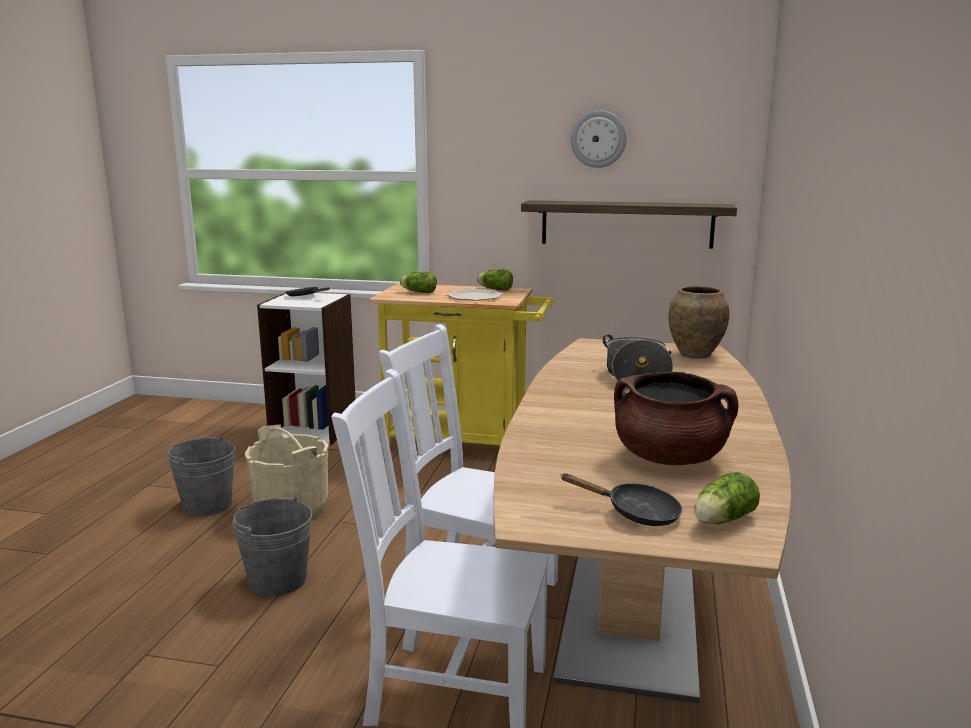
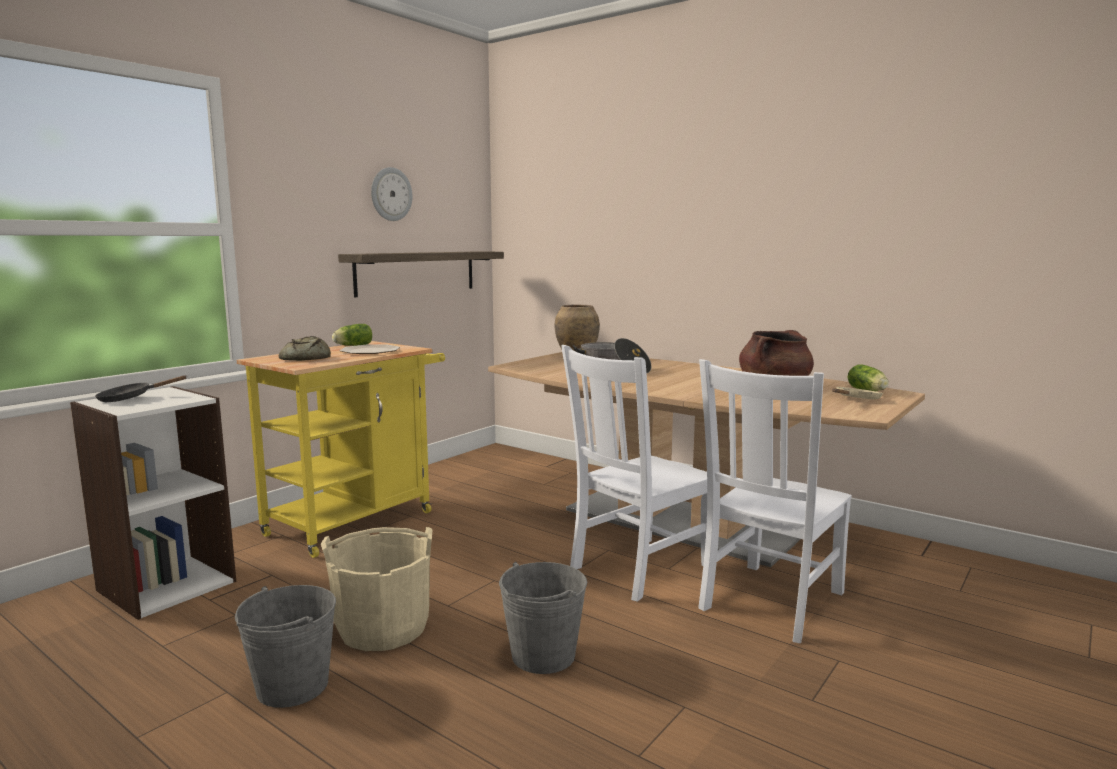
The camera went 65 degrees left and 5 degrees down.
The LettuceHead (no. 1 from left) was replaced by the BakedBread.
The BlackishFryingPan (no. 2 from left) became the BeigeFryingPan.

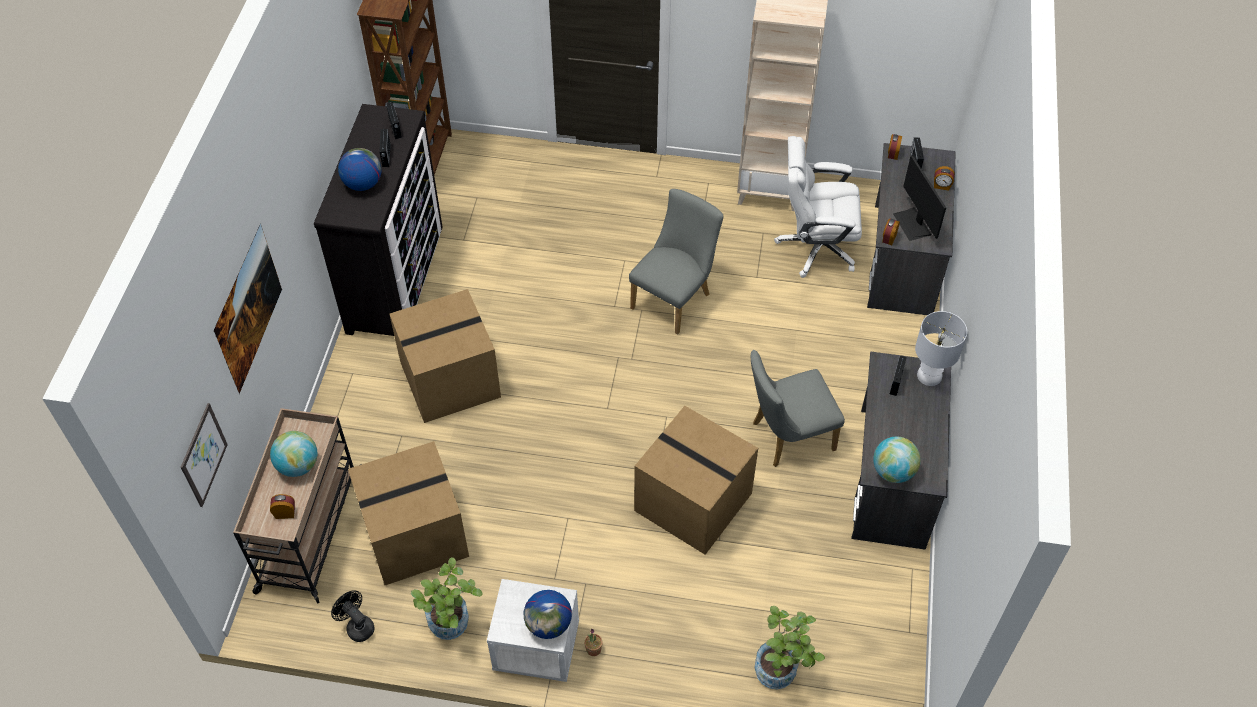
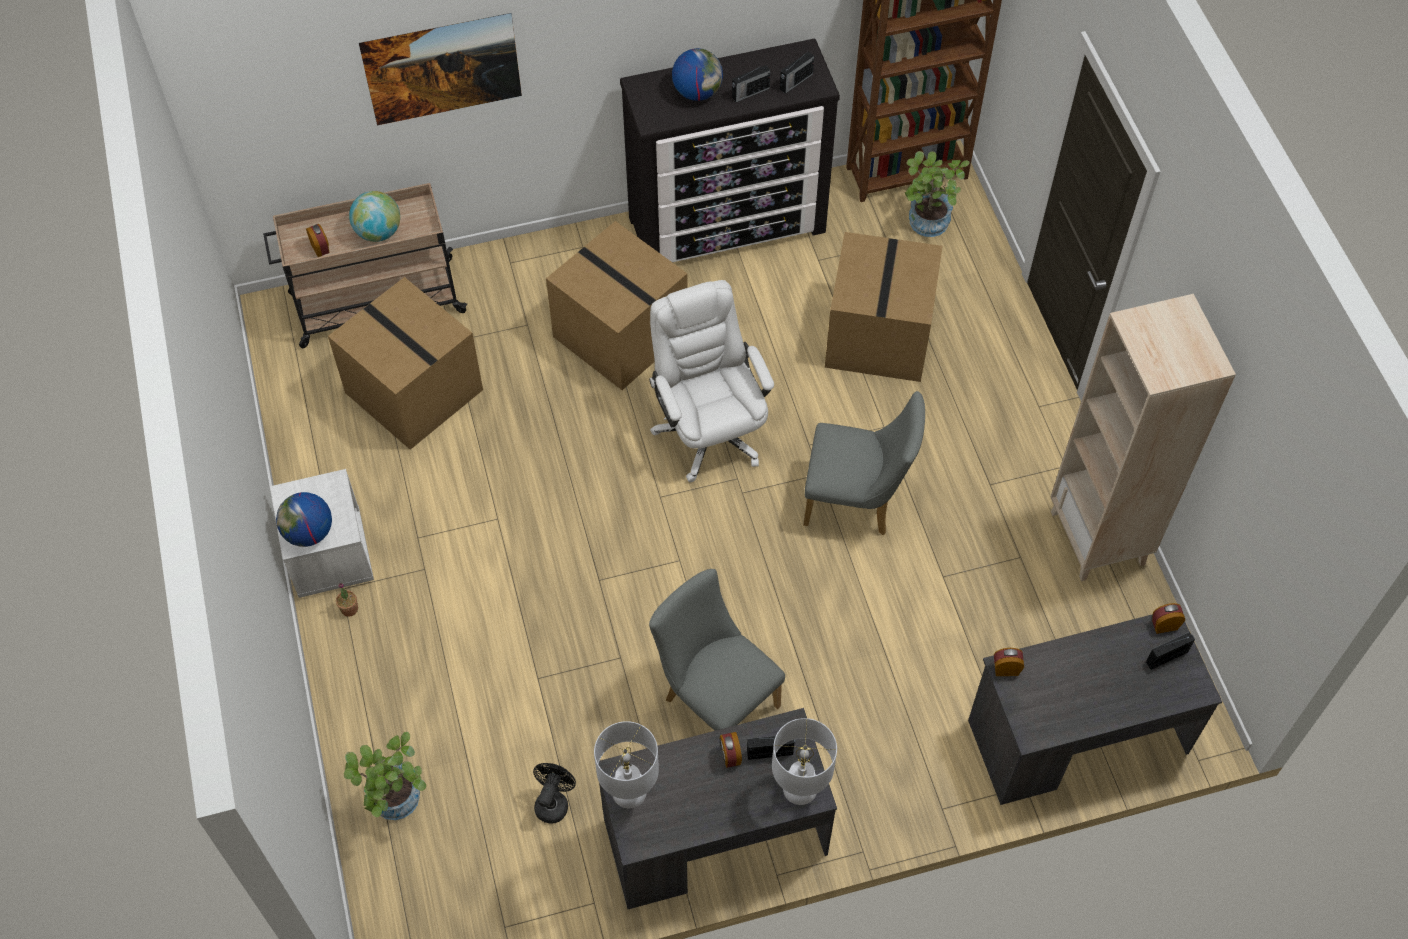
The camera went 65 degrees right and 5 degrees up.
The Picture (no. 1 from left) disappeared.
The ComputerDisplay disappeared.
The BlackishFan moved.
The PlantInAPot (no. 1 from left in the first image) moved.
The CardboardBox (no. 3 from left) moved.
The WhitishDeskChair moved.
The BedsideClock (no. 4 from left in the first image) moved.
The WorldGlobe (no. 4 from left) was replaced by the WhitishTableLamp (no. 1 from left).

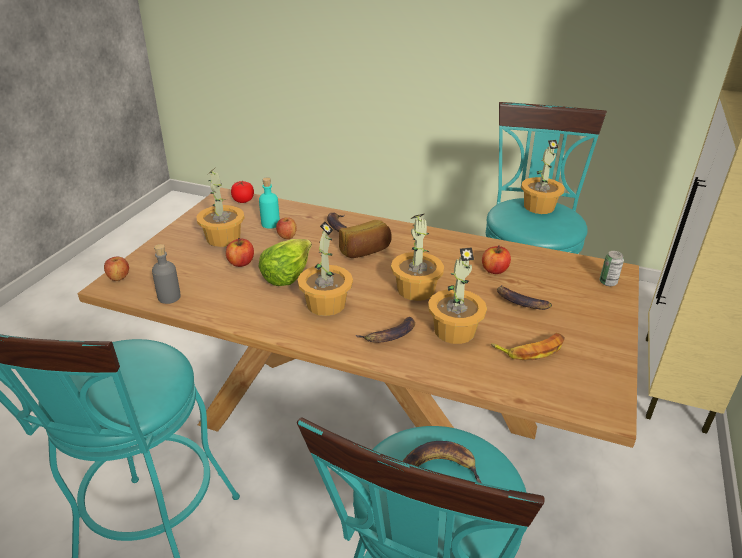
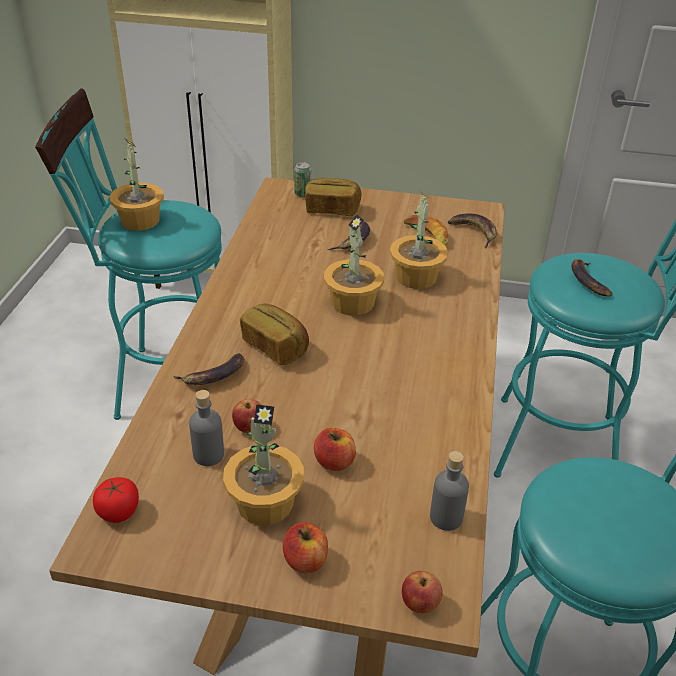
The camera went 100 degrees left and 5 degrees up.
The LettuceHead disappeared.
The PlantInAPot (no. 2 from left) disappeared.
The BakedBread (no. 2 from left) appeared.
The BananaFruit (no. 2 from left in the first image) moved.
The AppleFruit (no. 4 from left in the first image) moved.
The BlueGreenBeverageBottle became the GreyBeverageBottle (no. 1 from left).

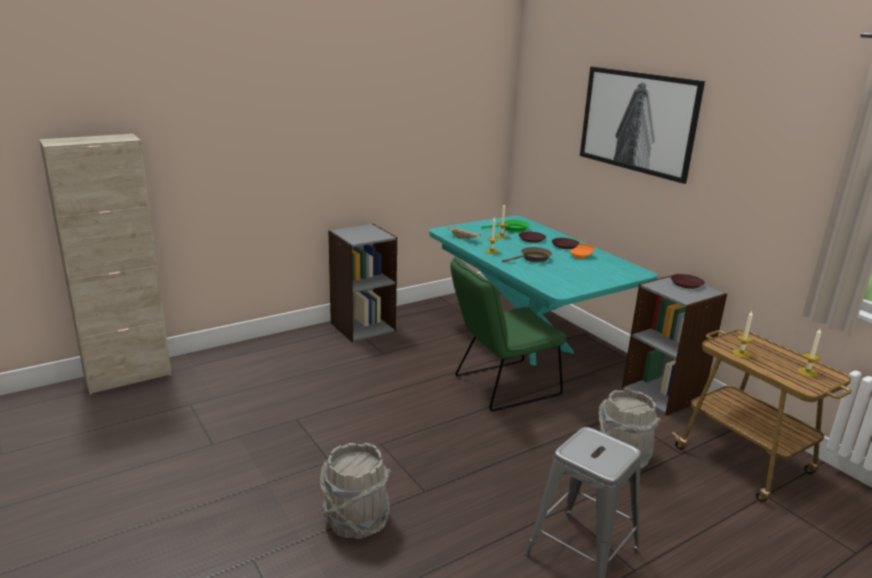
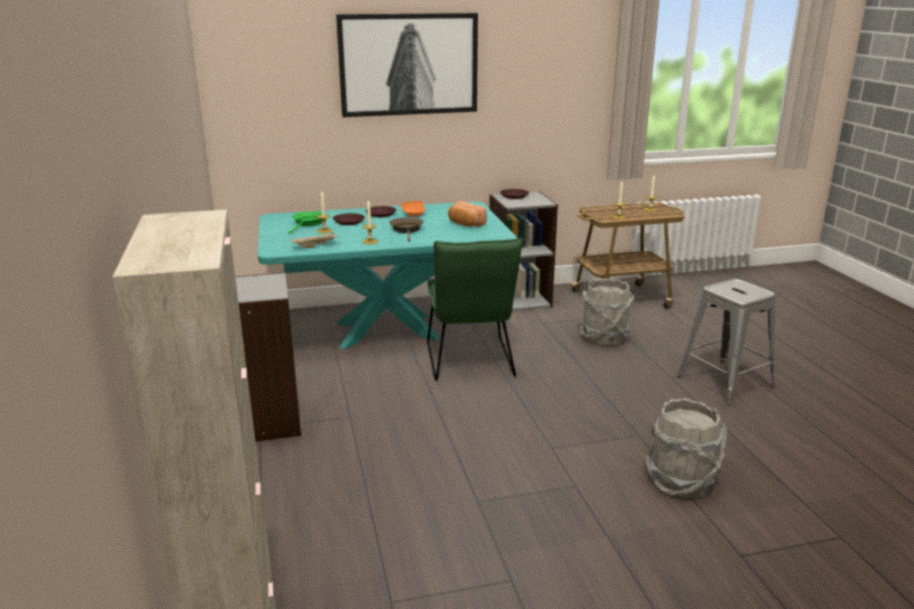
The camera went 70 degrees left and 0 degrees up.
The BakedBread appeared.

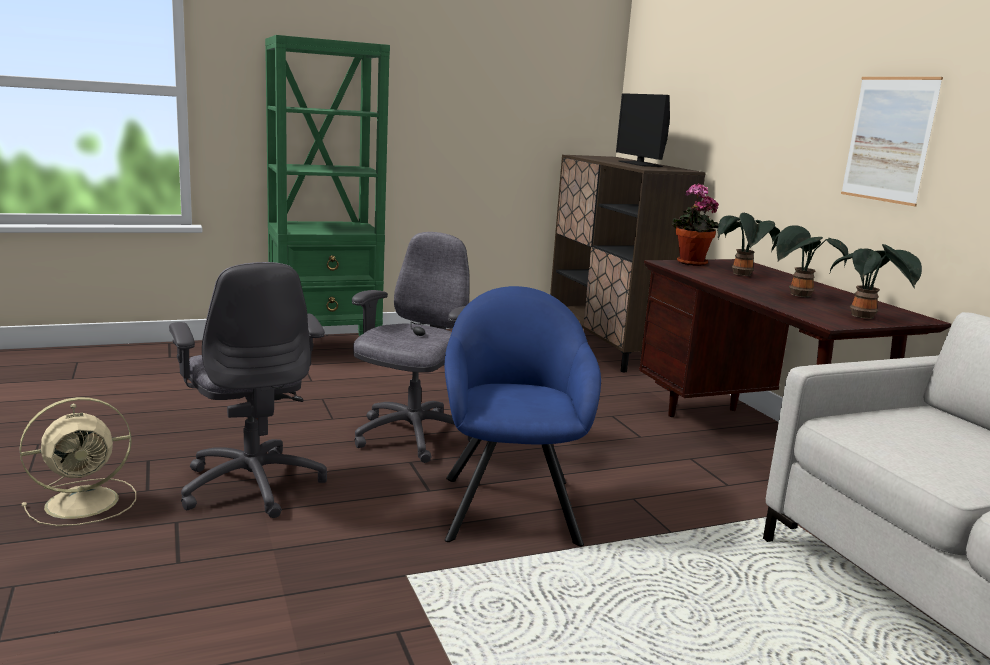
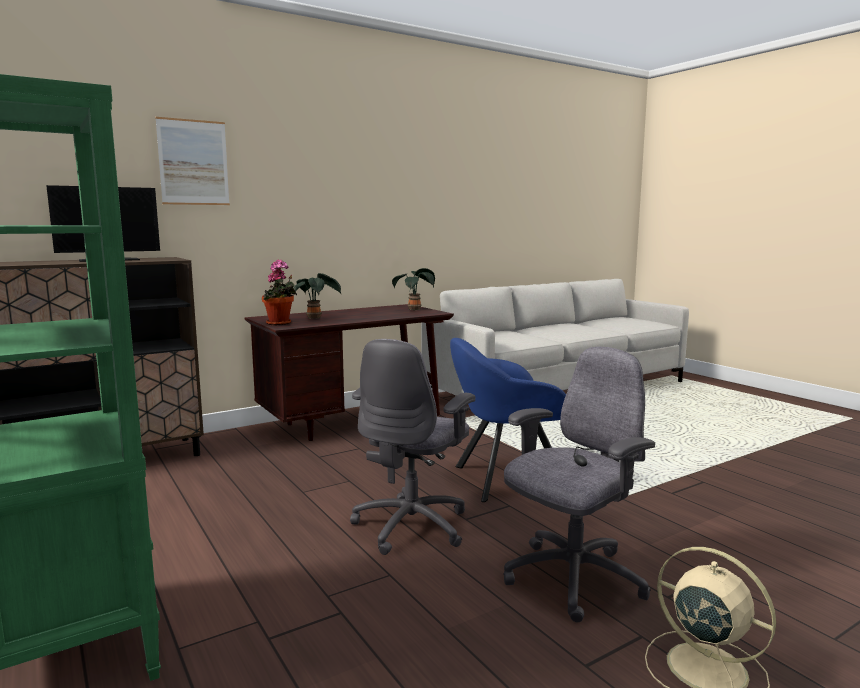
The camera went 100 degrees left and 5 degrees down.
The PlantInAPot (no. 3 from left) disappeared.
The Picture moved.
The GreyDeskChair (no. 2 from left in the first image) turned 75 degrees counterclockwise.

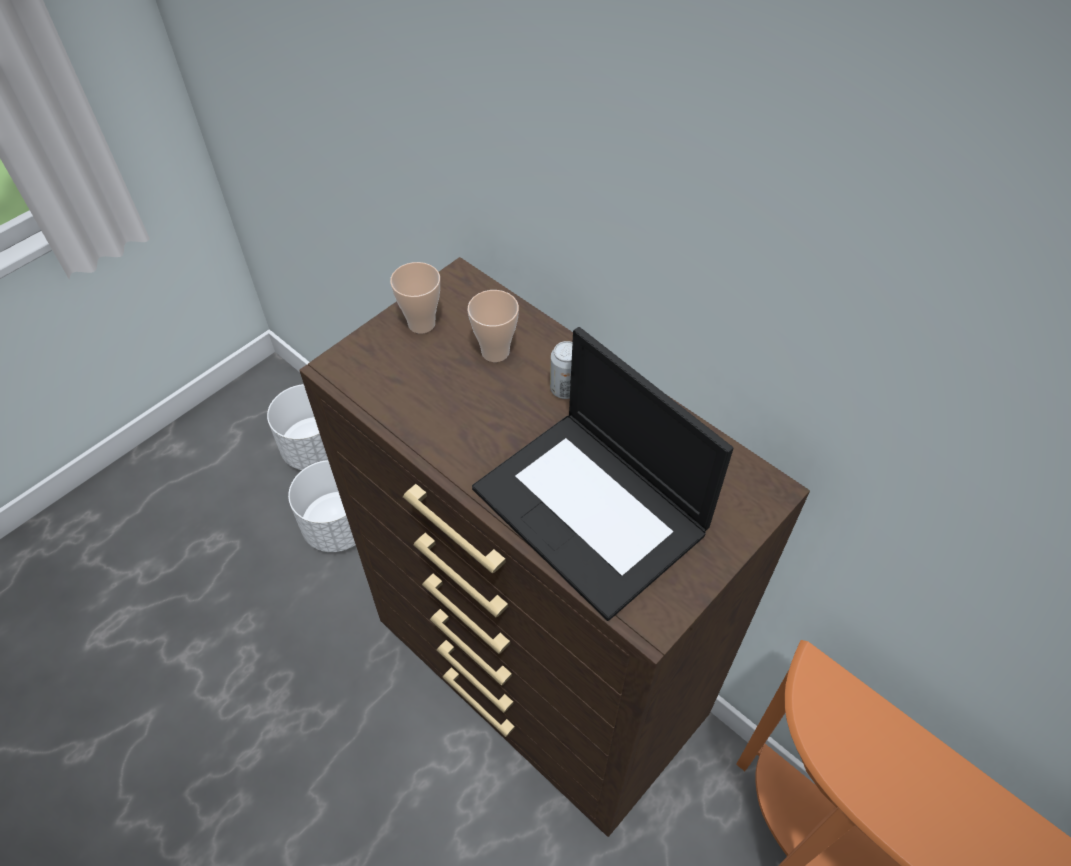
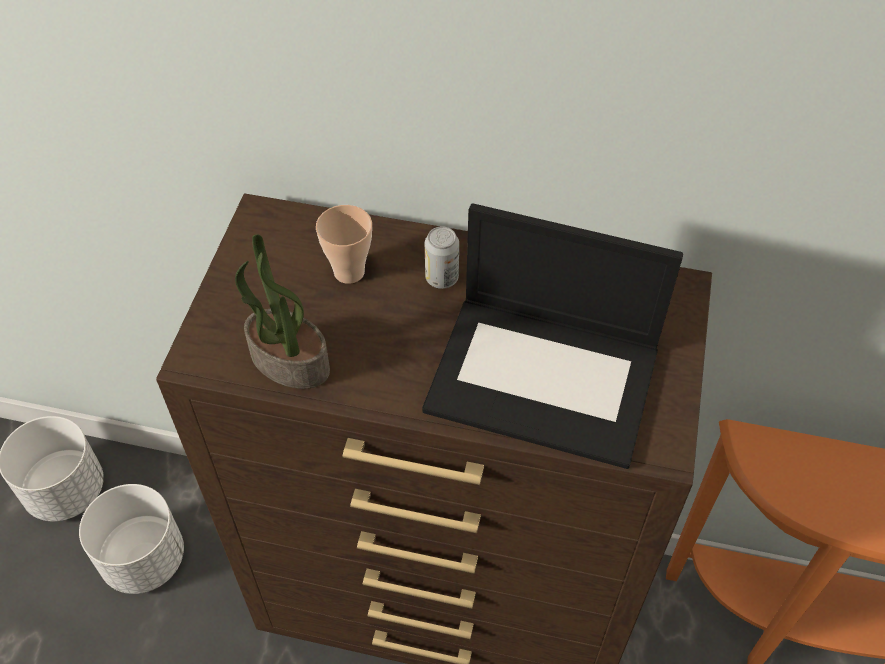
The camera went 30 degrees left and 0 degrees up.
The SmallCup (no. 1 from left) disappeared.
The PlantInAPot appeared.

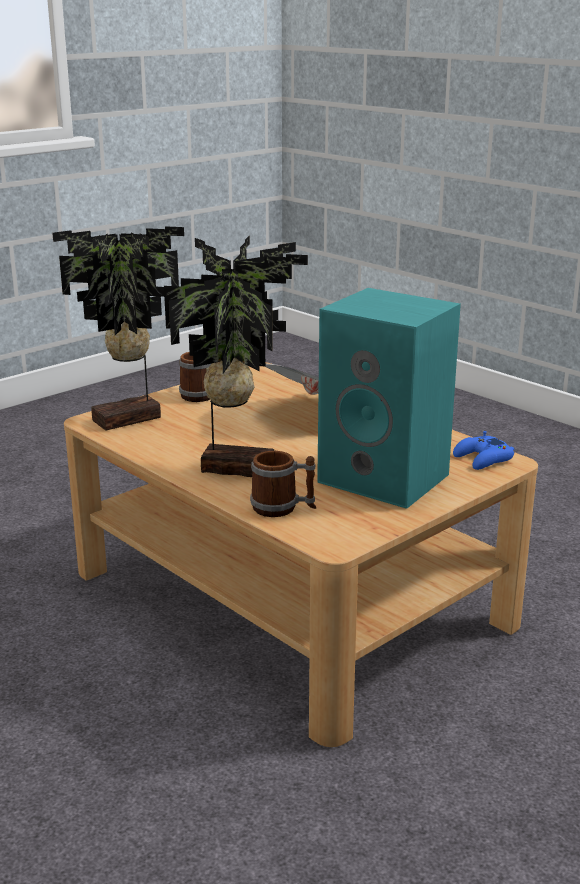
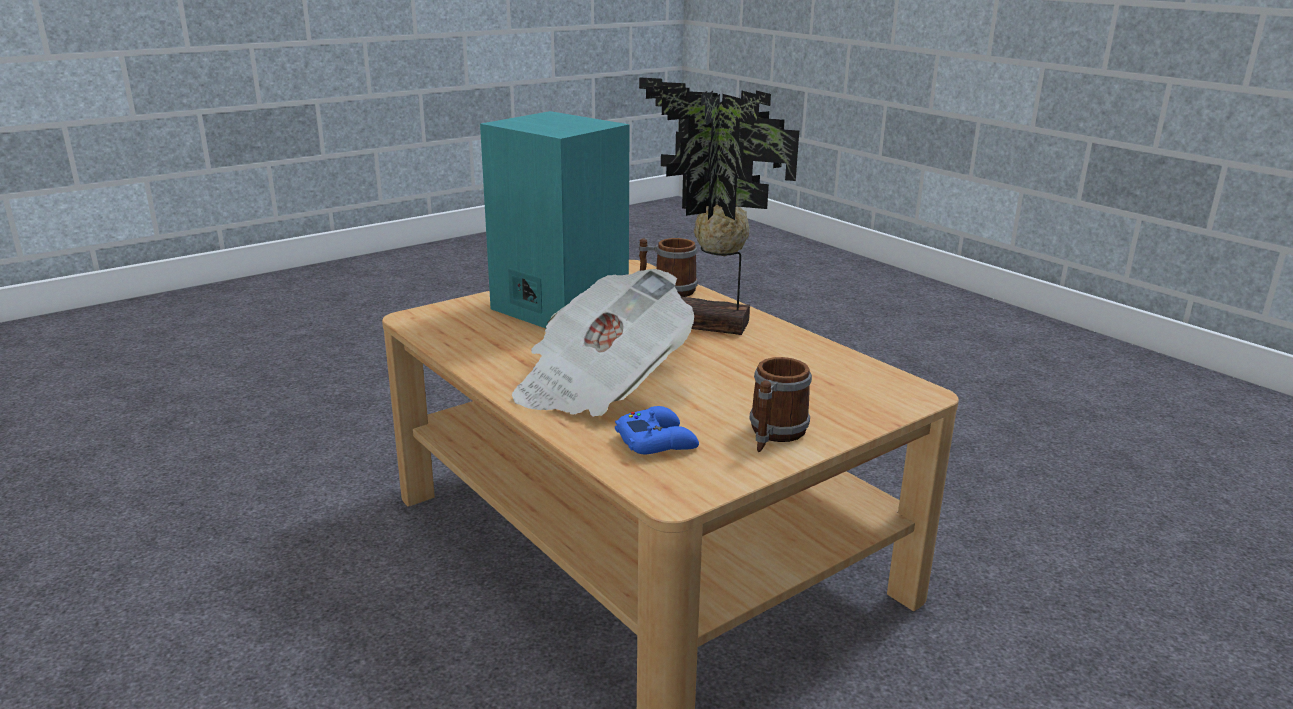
The camera went 175 degrees left and 0 degrees up.
The PlantInAPot (no. 1 from left) disappeared.
The BluishJoypad moved.

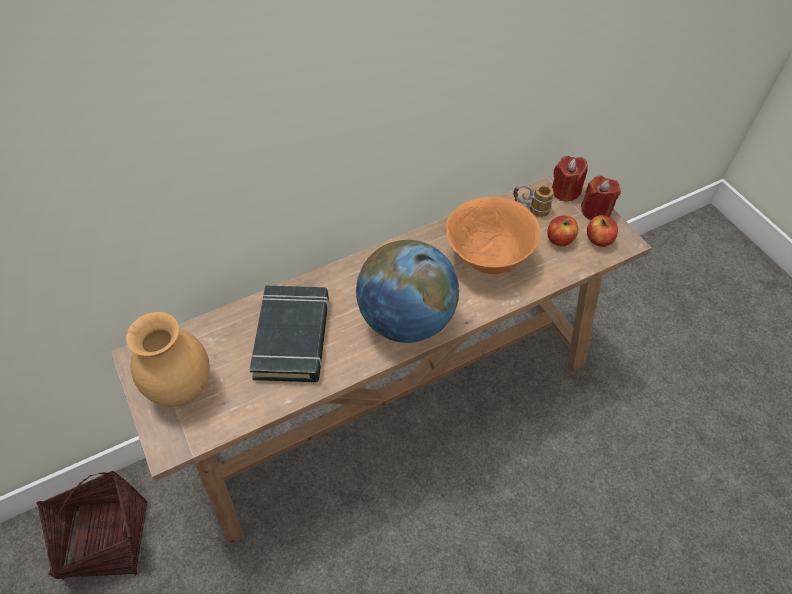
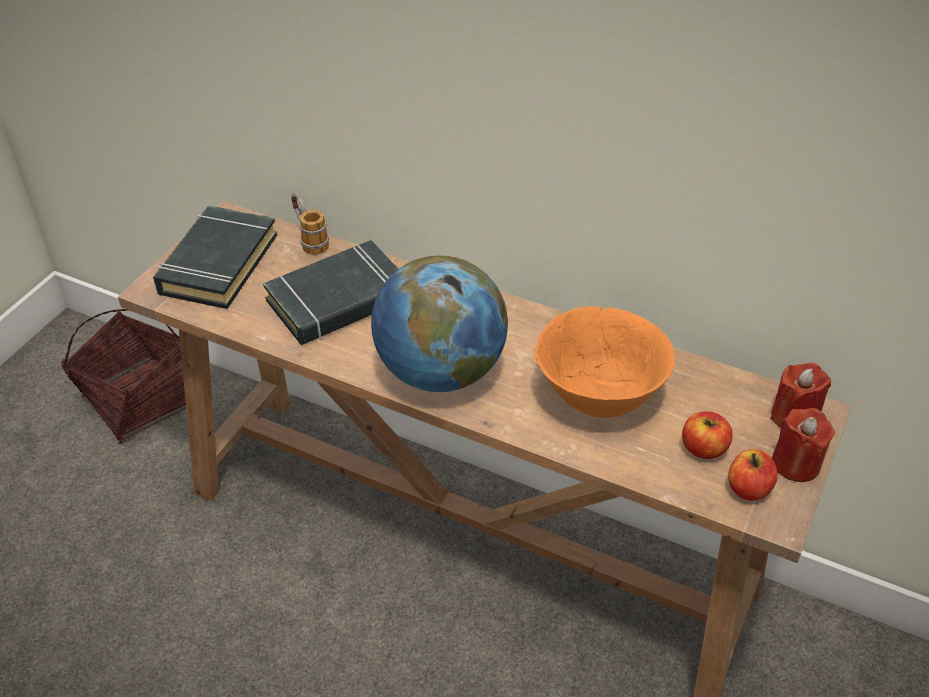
The camera went 55 degrees right and 10 degrees down.
The CoffeeMug moved.
The BrownVase was replaced by the BlackishBoundBook (no. 1 from left).

